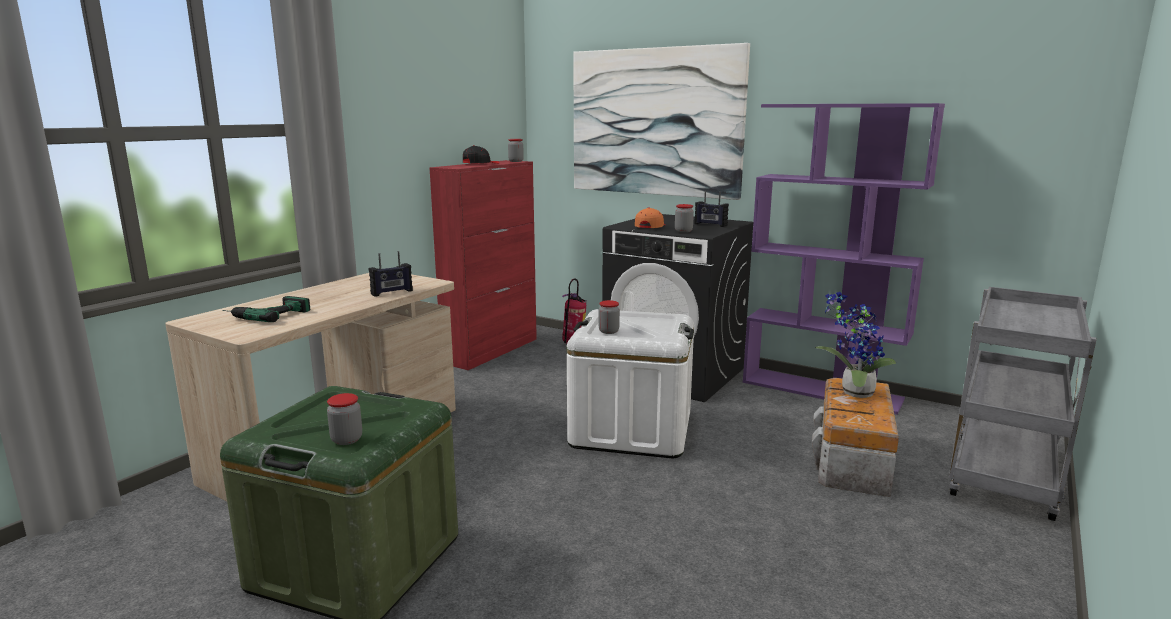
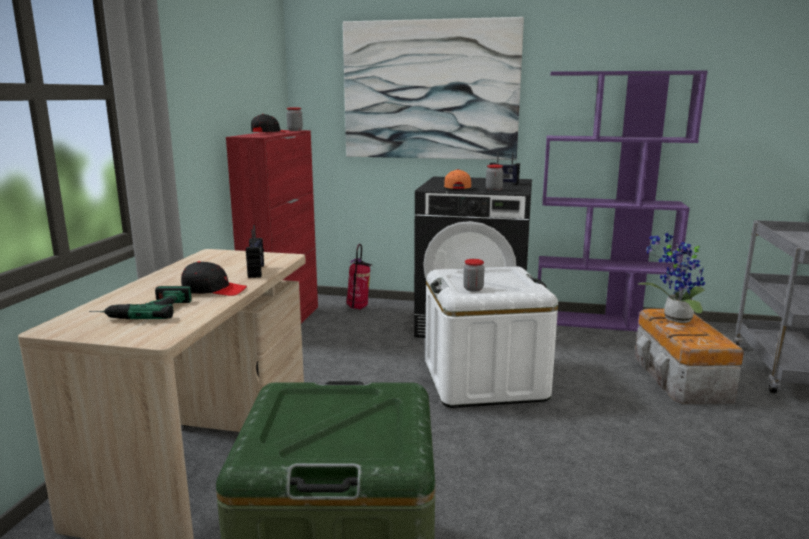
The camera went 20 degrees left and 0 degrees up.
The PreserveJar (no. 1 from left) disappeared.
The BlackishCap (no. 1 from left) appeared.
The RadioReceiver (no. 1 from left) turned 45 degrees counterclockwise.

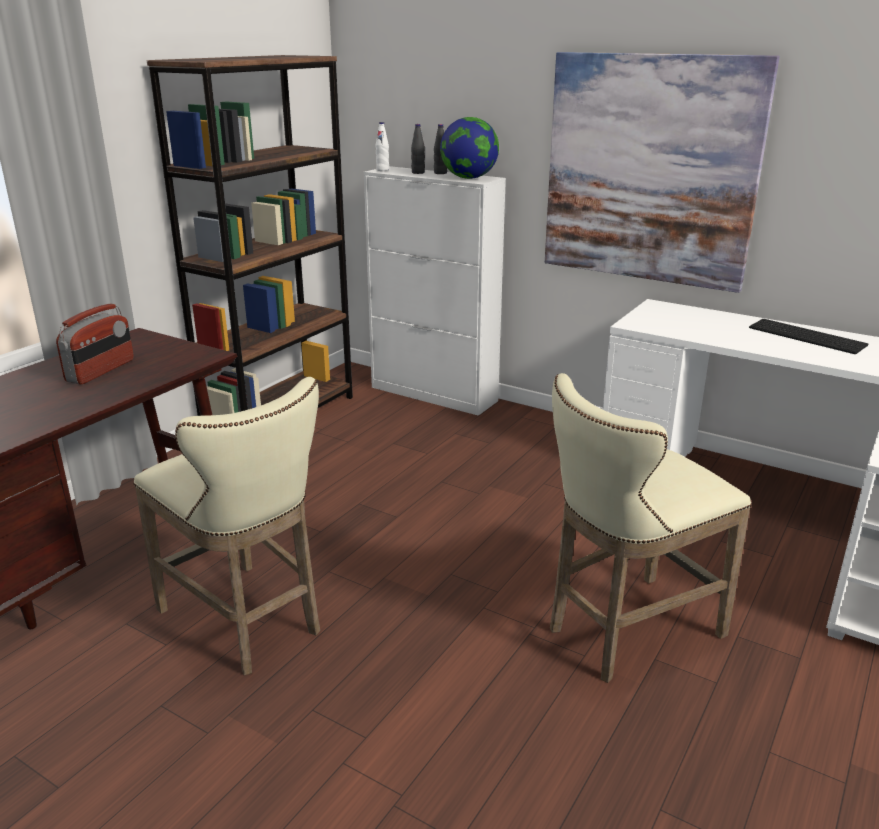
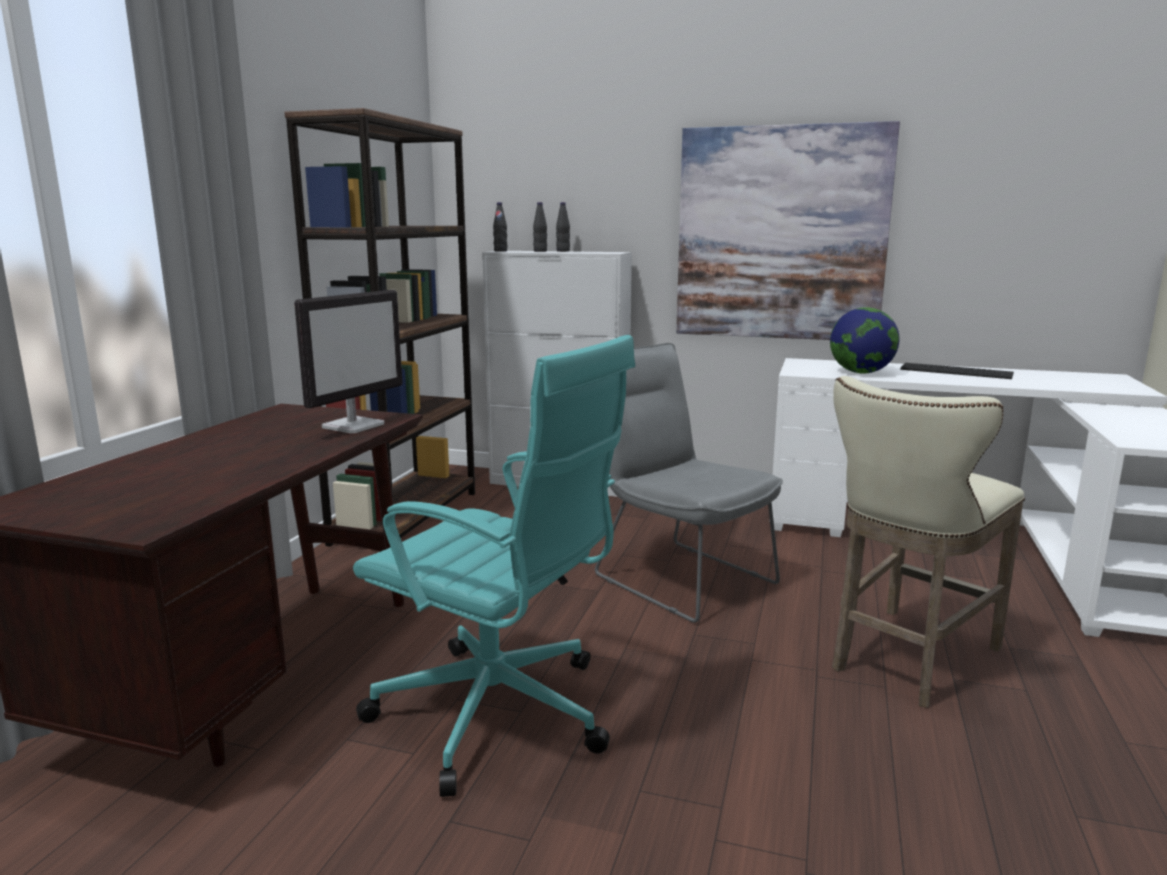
The camera went 15 degrees left and 10 degrees down.
The RadioReceiver disappeared.
The ComputerDisplay appeared.
The GreyChair appeared.
The WorldGlobe moved.
The BeigeSittingStool (no. 1 from left) was replaced by the BlueGreenDeskChair.
The WhitishBeverageBottle became the BlackishBeverageBottle (no. 1 from left).

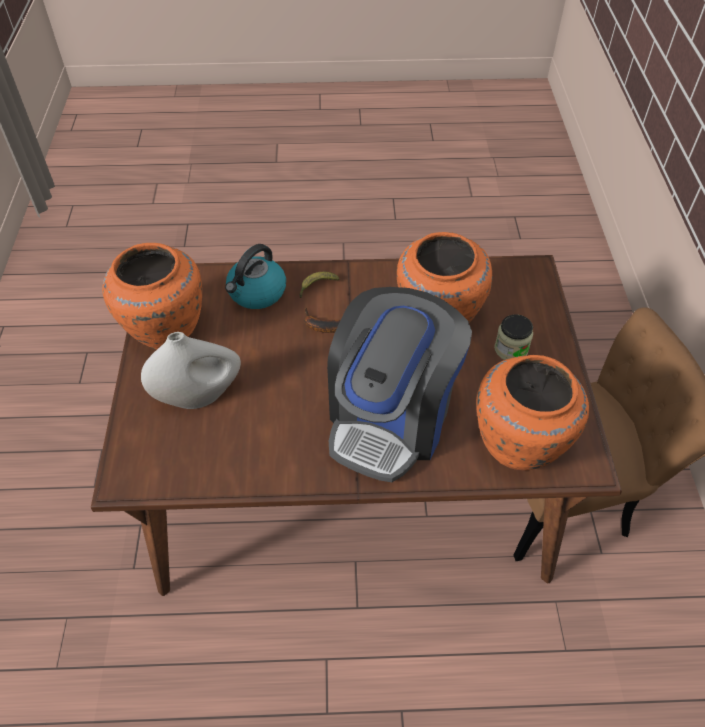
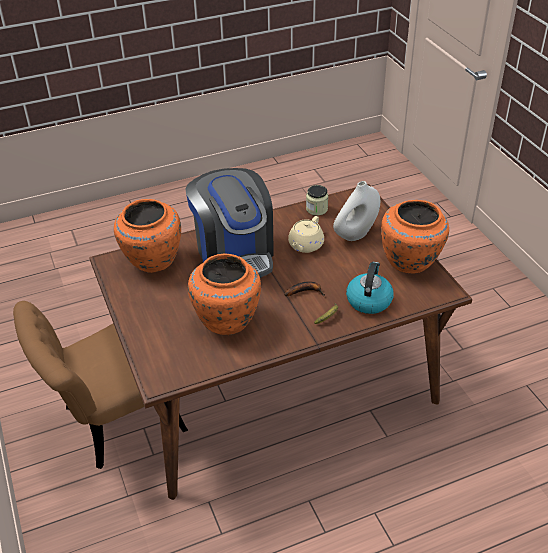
The camera went 160 degrees right and 10 degrees down.
The BeigePotForTea appeared.
The PreserveJar moved.
The CoffeeMachine turned 150 degrees clockwise.

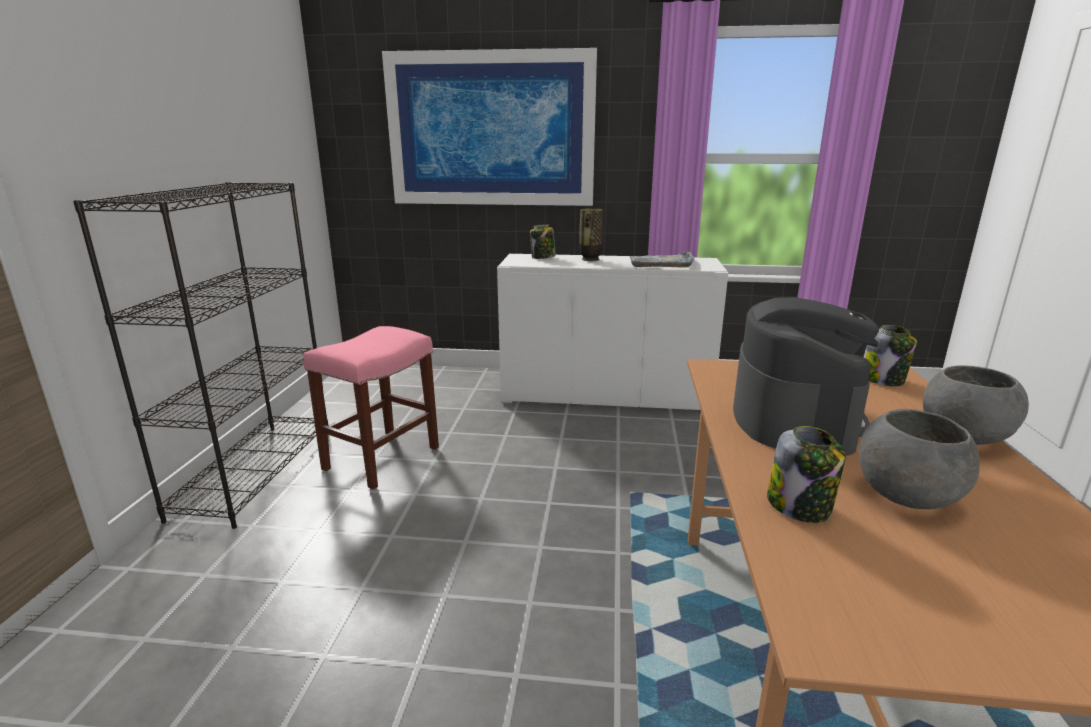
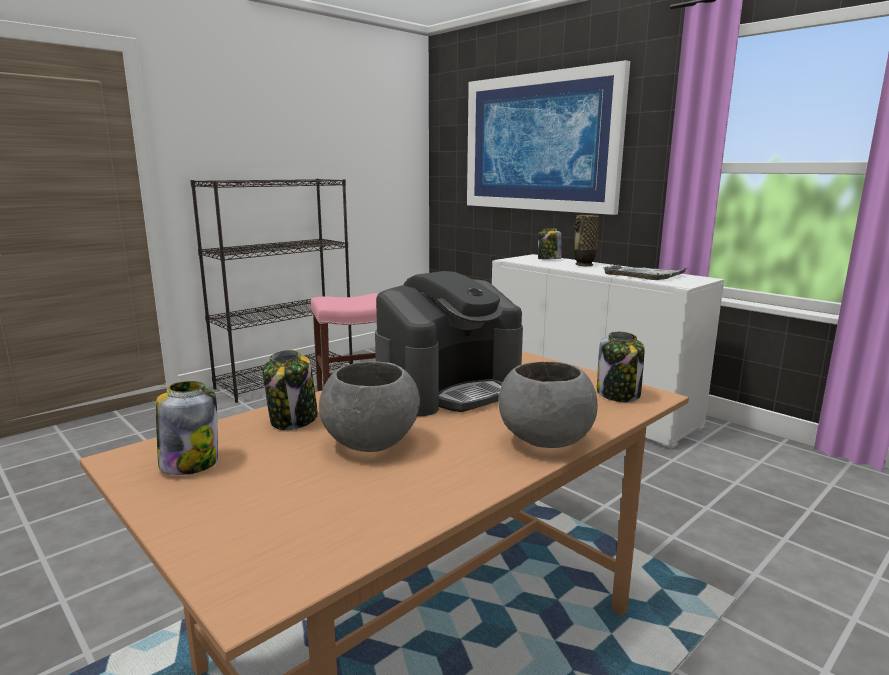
The camera went 40 degrees right and 5 degrees down.
The PreserveJar (no. 1 from left) appeared.

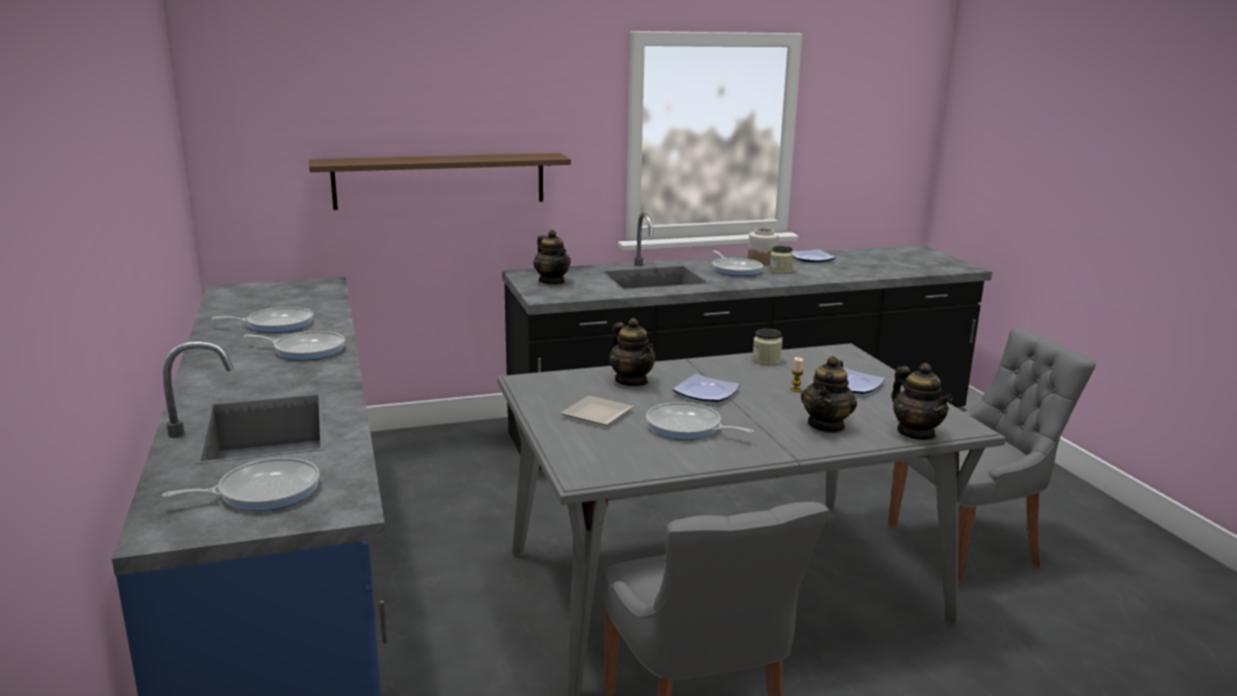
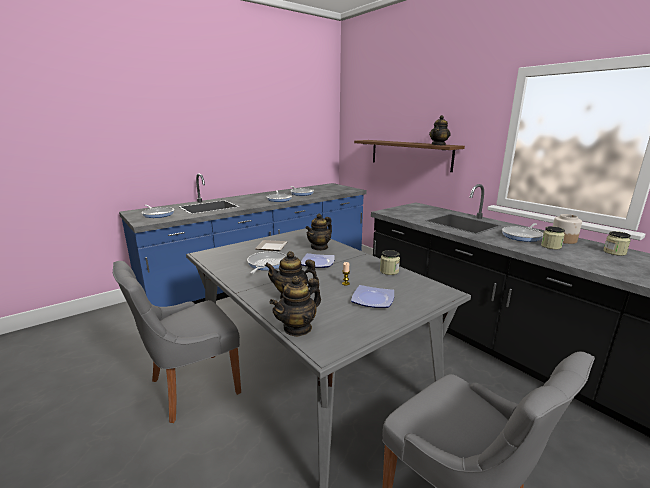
The camera went 70 degrees right and 0 degrees up.
The PotForTea (no. 1 from left in the first image) moved.
The FlatDish (no. 3 from left) was replaced by the PreserveJar (no. 4 from left).

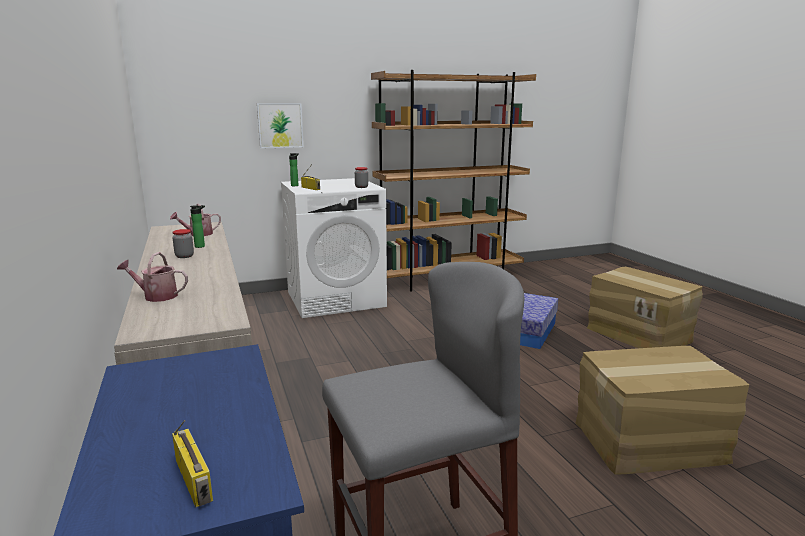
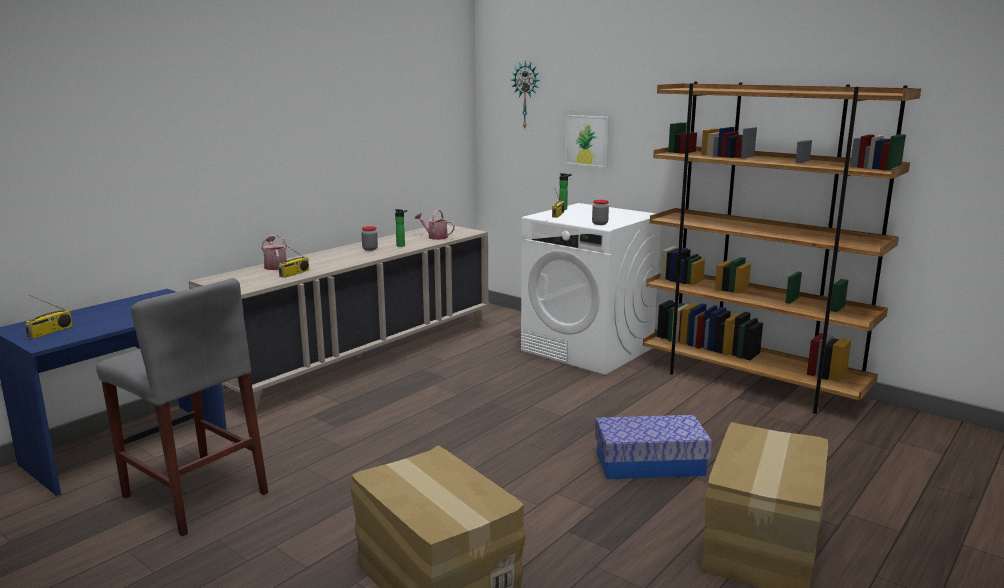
The camera went 60 degrees right and 0 degrees up.
The RadioReceiver (no. 2 from left) appeared.
The WallClock appeared.

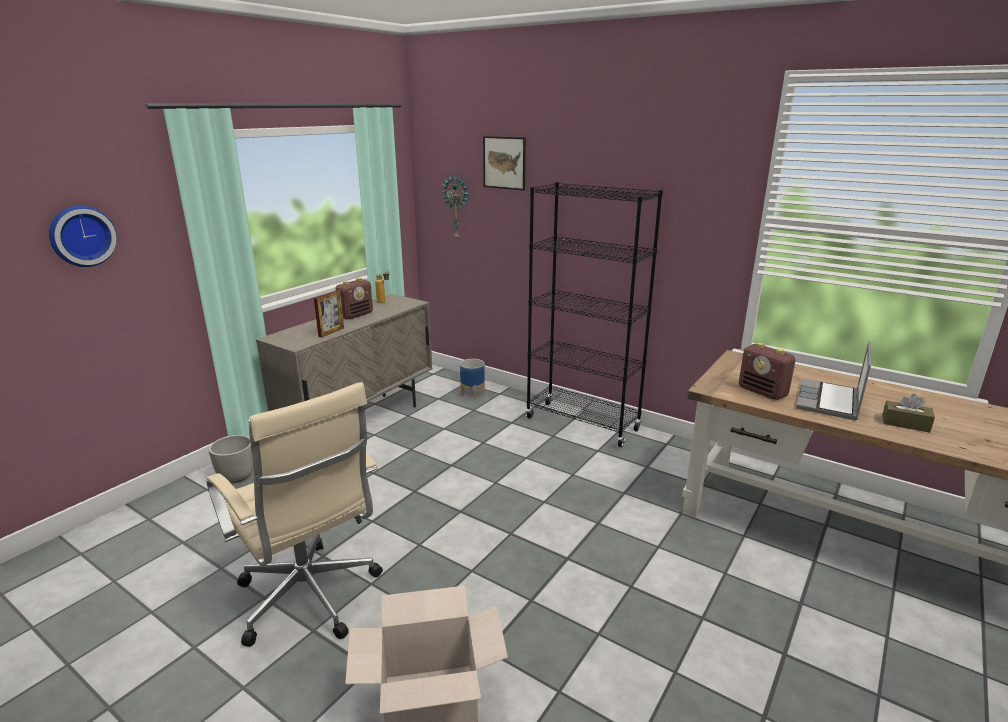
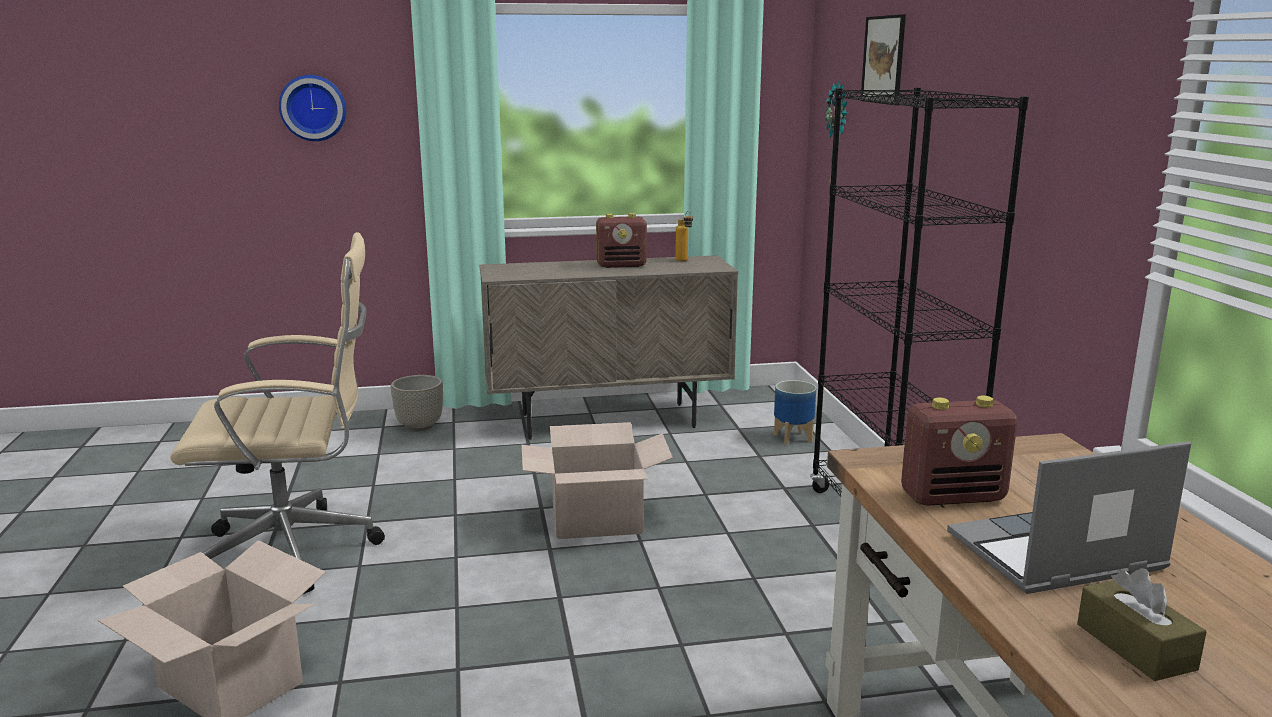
The camera went 45 degrees right and 5 degrees down.
The PictureFrame disappeared.
The CardboardBox (no. 2 from left) appeared.
The BeigeDeskChair turned 105 degrees counterclockwise.
The RadioReceiver (no. 2 from left) turned 105 degrees counterclockwise.

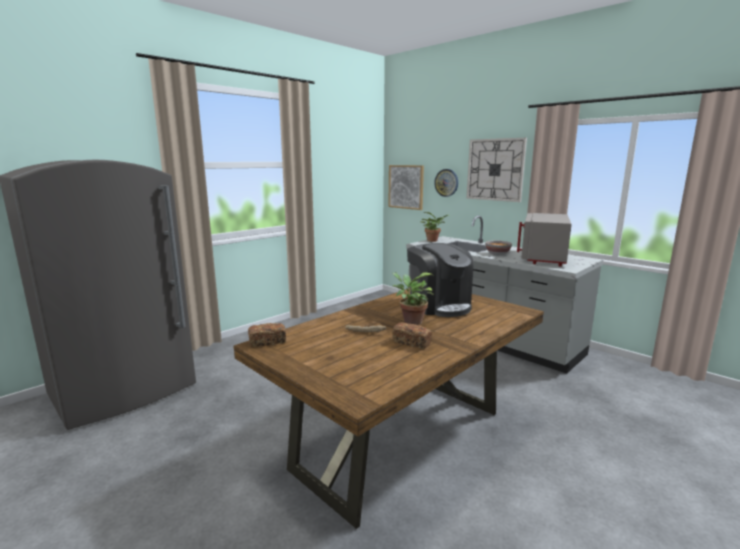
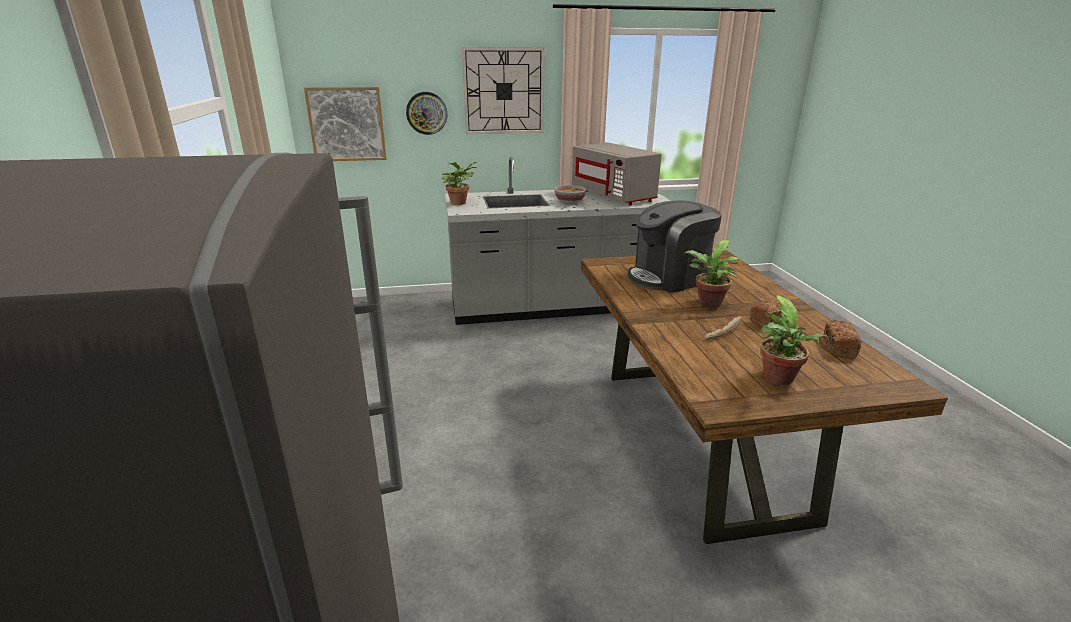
The camera went 55 degrees left and 10 degrees up.
The PlantInAPot (no. 3 from left) appeared.
The BakedBread (no. 1 from left in the first image) moved.
The CoffeeMachine turned 150 degrees clockwise.

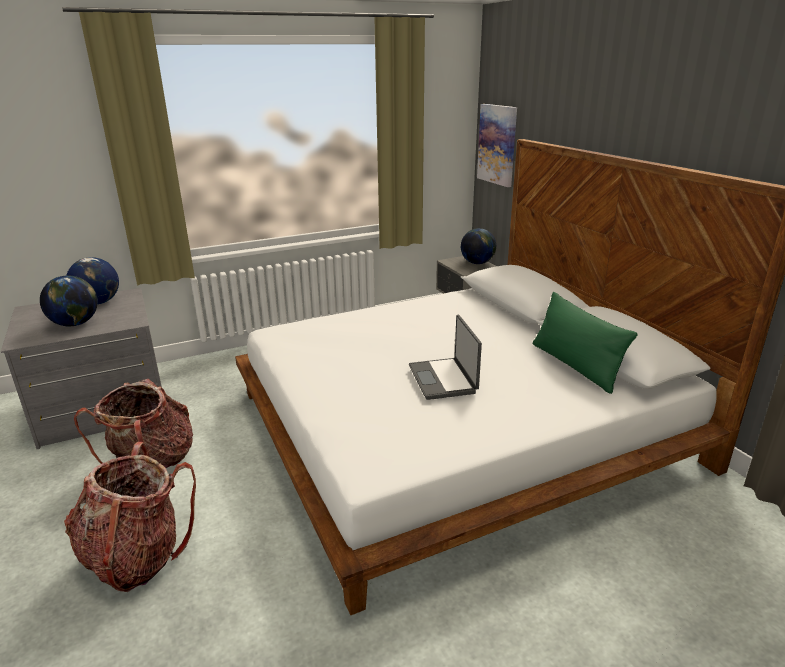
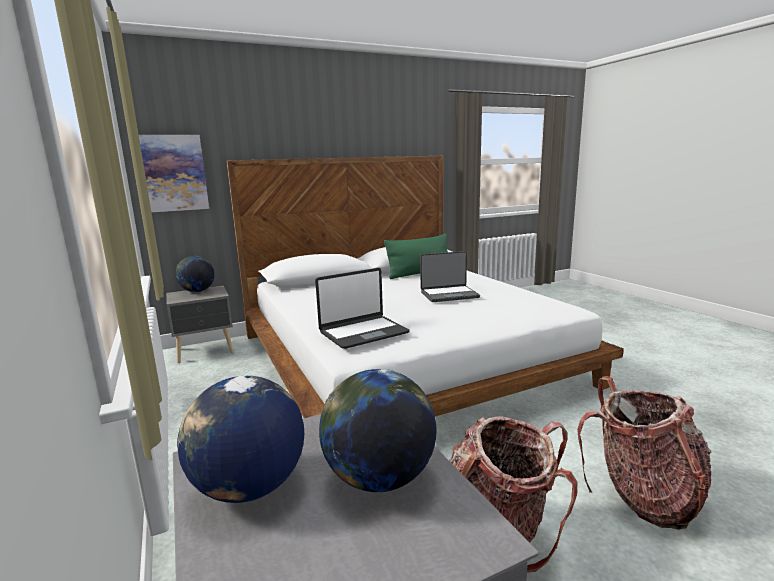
The camera went 90 degrees left and 10 degrees down.
The Laptop (no. 1 from left) appeared.

